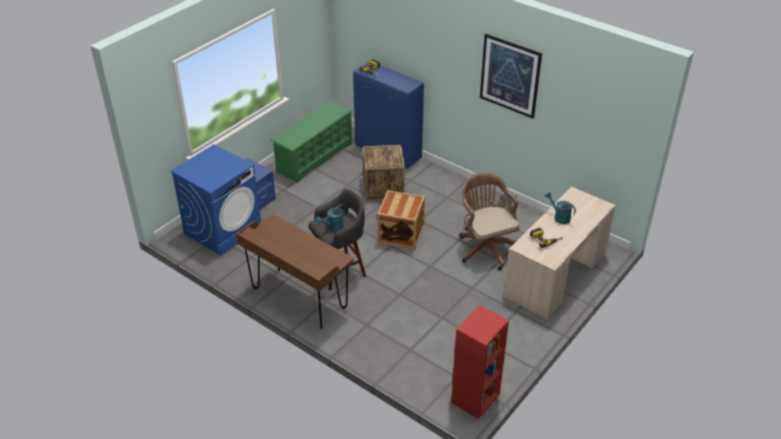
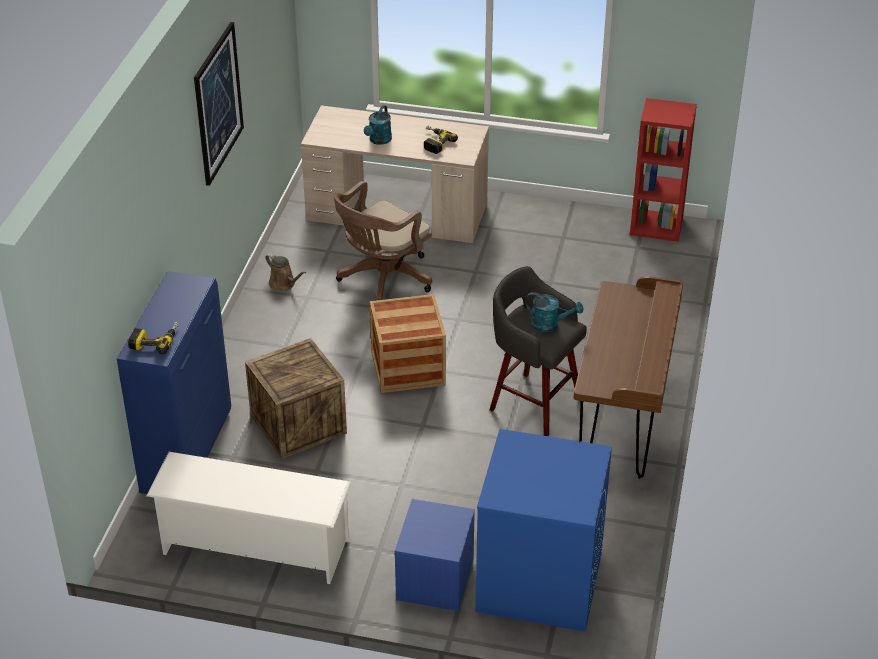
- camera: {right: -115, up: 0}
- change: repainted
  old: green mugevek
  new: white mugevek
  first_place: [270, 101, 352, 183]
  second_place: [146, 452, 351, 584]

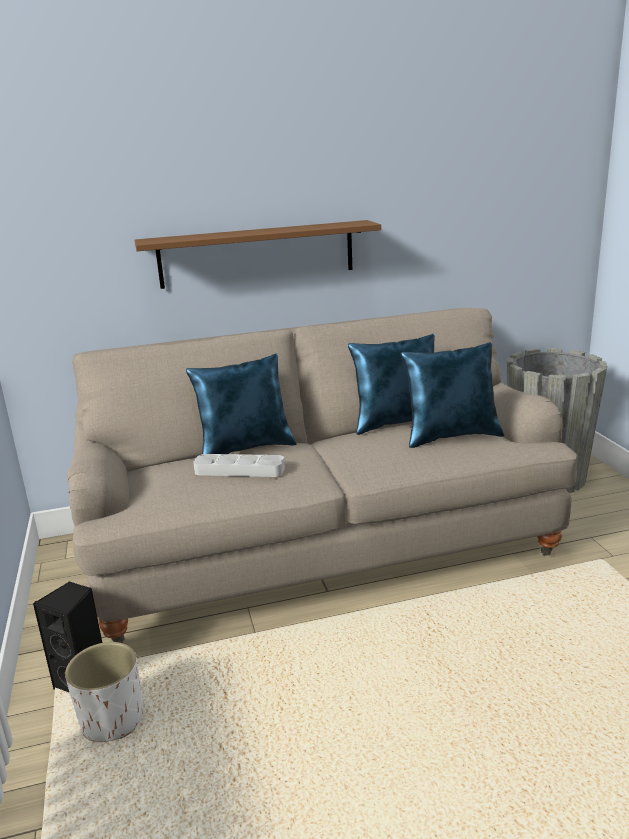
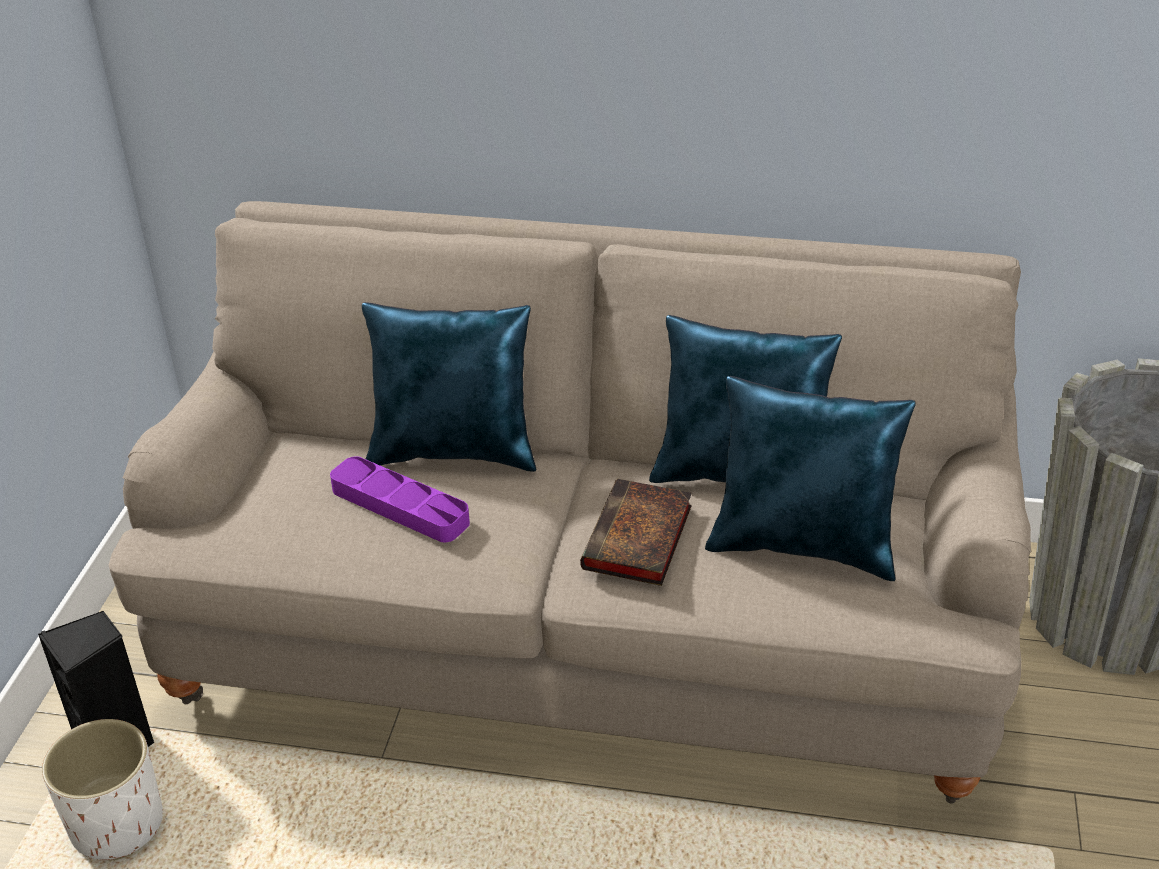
- camera: {right: 25, up: 15}
- change: gone
  old: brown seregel
  first_place: [134, 220, 381, 289]
- change: repainted
  old: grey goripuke
  new: purple goripuke
  first_place: [193, 454, 285, 477]
  second_place: [330, 456, 470, 542]
- change: new
  new: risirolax
  second_place: [580, 479, 692, 586]

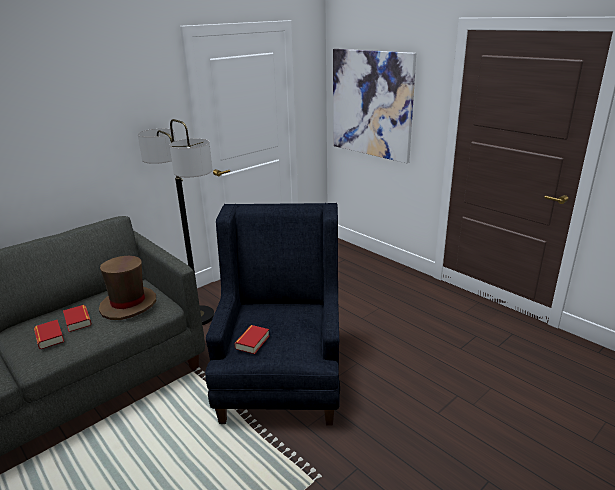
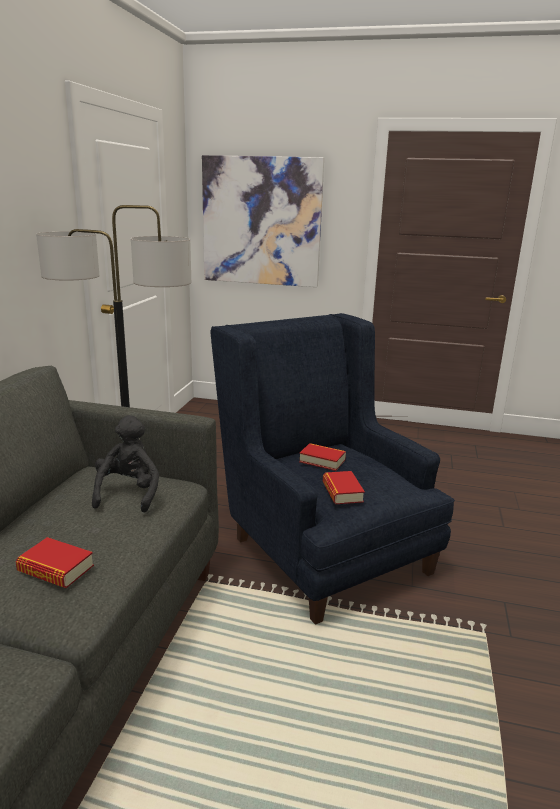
- camera: {right: -35, up: -5}
- change: shifted
  old: risirolax
  first_place: [63, 305, 91, 332]
  second_place: [299, 443, 346, 471]
- change: swapped
  old: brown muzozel
  new: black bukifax
  first_place: [99, 256, 156, 320]
  second_place: [92, 415, 159, 512]

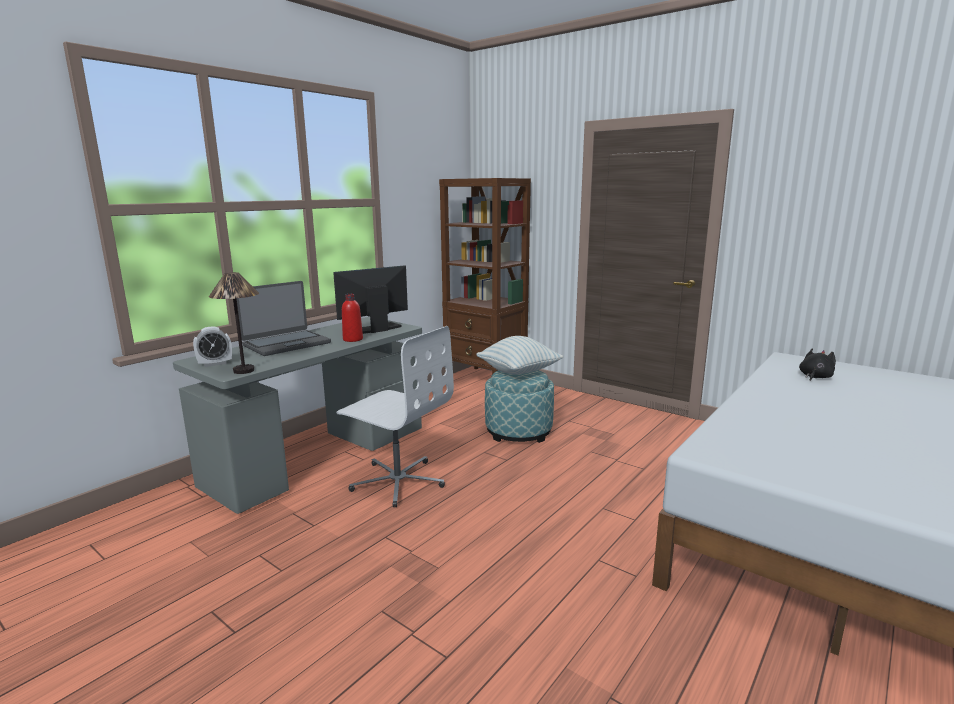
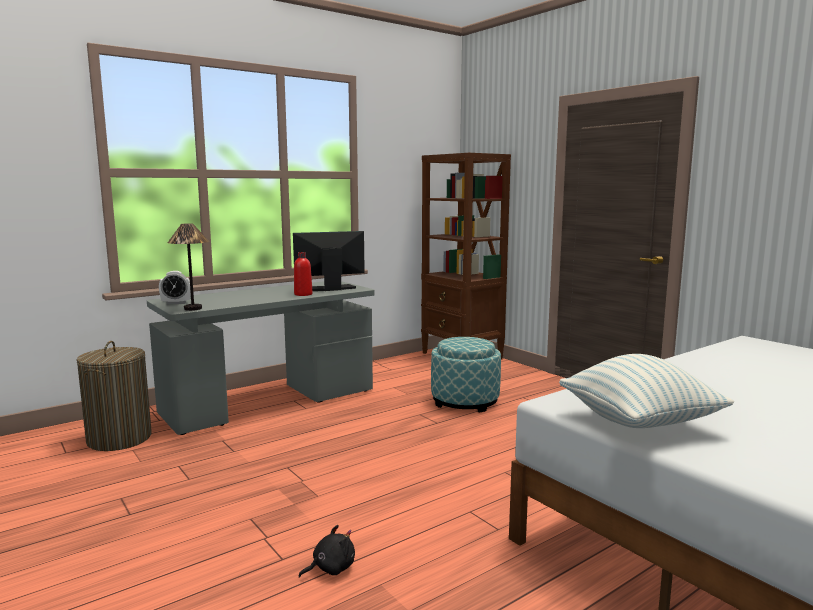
- camera: {right: 15, up: -5}
- change: gone
  old: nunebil
  first_place: [237, 281, 331, 356]
- change: gone
  old: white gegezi
  first_place: [336, 326, 454, 507]
- change: shifted
  old: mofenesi
  first_place: [476, 336, 563, 375]
  second_place: [559, 354, 734, 428]
- change: shifted
  old: black bukifax
  first_place: [799, 349, 836, 381]
  second_place: [299, 525, 355, 578]
- change: new
  new: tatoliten
  second_place: [76, 341, 152, 451]

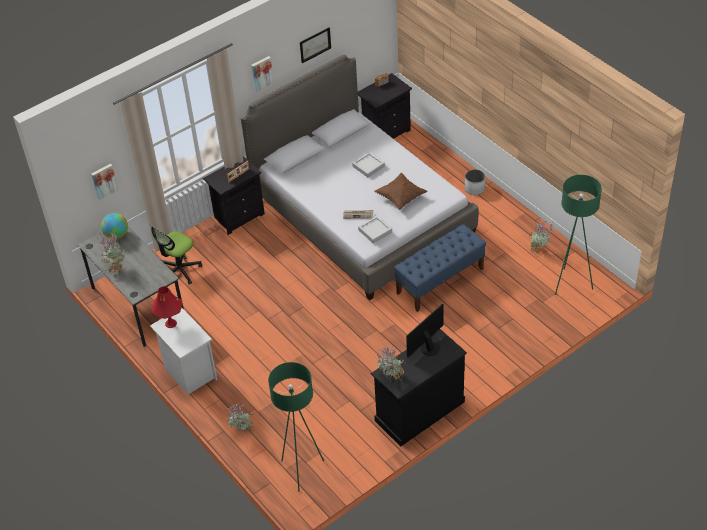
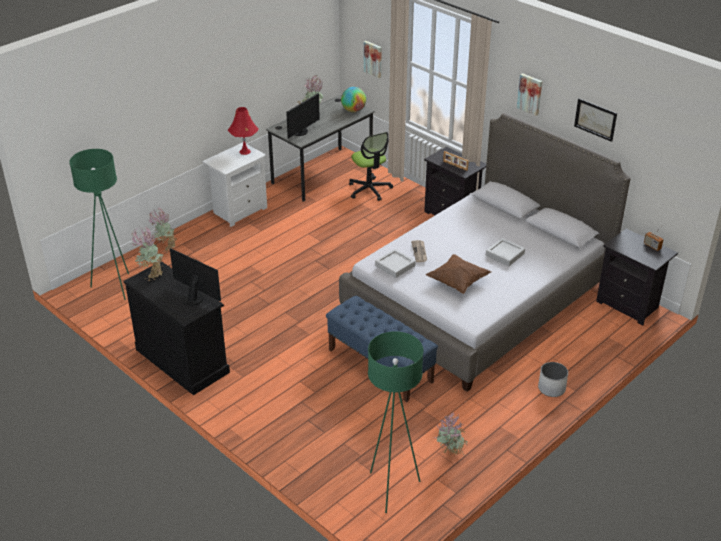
- camera: {right: 80, up: -10}
- change: rotated
  old: gegezi
  first_place: [150, 225, 202, 285]
  second_place: [349, 132, 393, 201]
  degrees: -150
- change: new
  new: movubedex
  second_place: [286, 93, 320, 139]

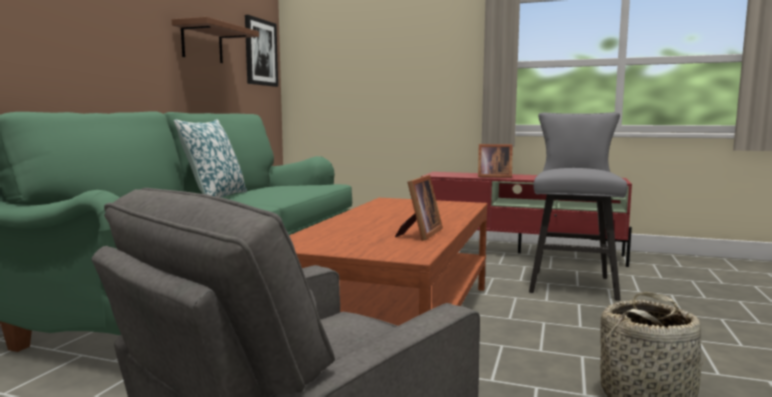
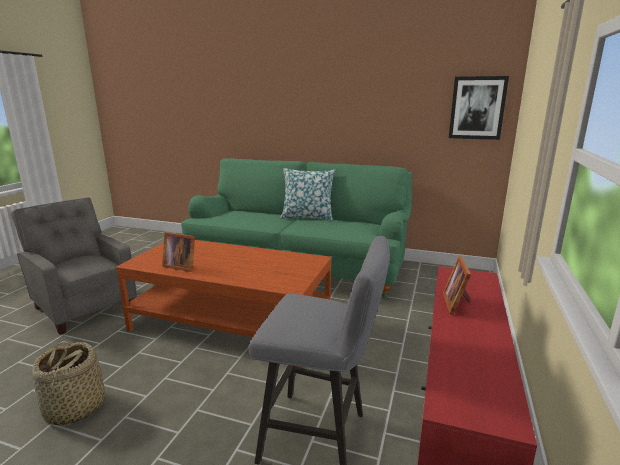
- camera: {right: 90, up: 10}
- change: gone
  old: brown seregel
  first_place: [172, 17, 259, 63]

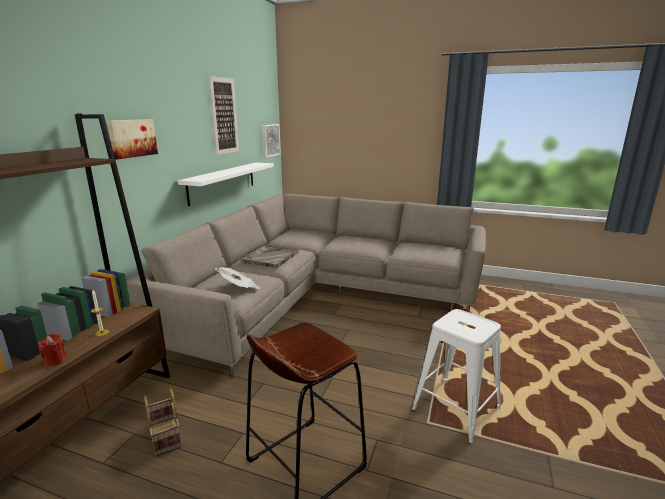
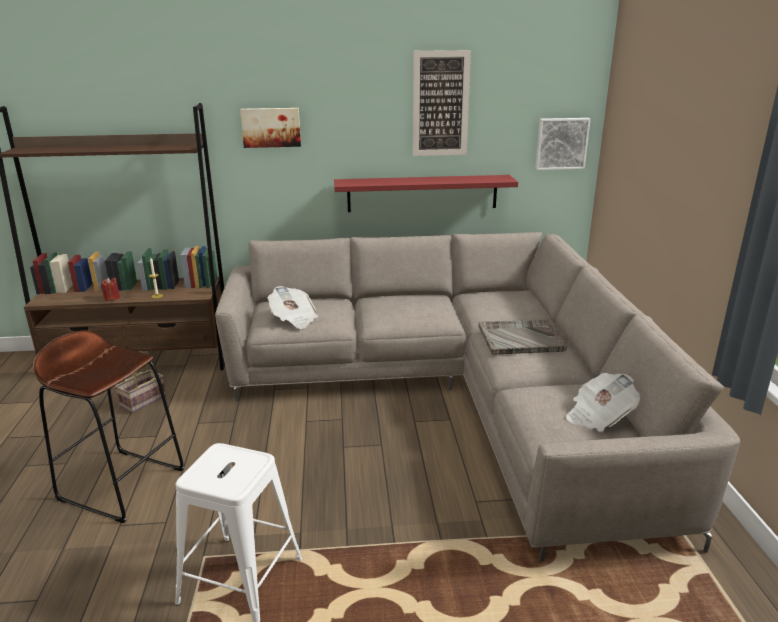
- camera: {right: 65, up: 5}
- change: repainted
  old: white seregel
  new: red seregel
  first_place: [178, 163, 274, 206]
  second_place: [334, 175, 518, 212]
- change: shifted
  old: grey goripuke
  first_place: [241, 245, 299, 268]
  second_place: [478, 320, 567, 355]
- change: new
  new: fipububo
  second_place: [566, 373, 640, 432]

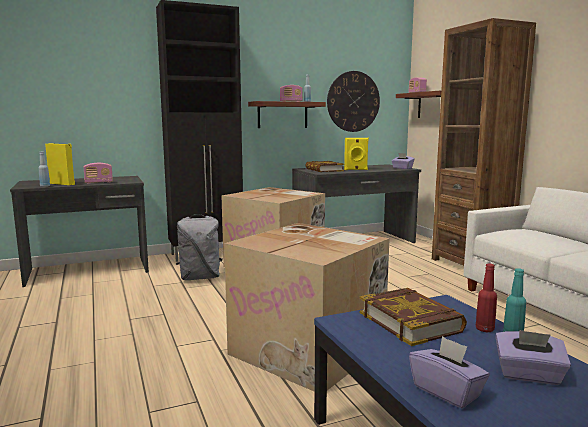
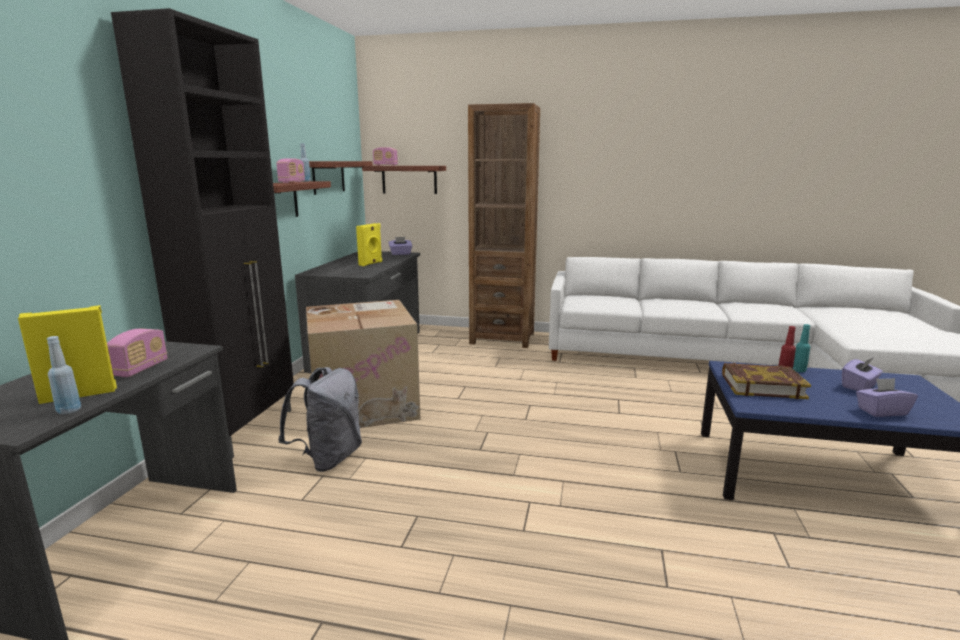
- camera: {right: -55, up: 5}
- change: gone
  old: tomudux
  first_place: [224, 223, 390, 391]
- change: gone
  old: risirolax
  first_place: [305, 161, 344, 172]
- change: swapped
  old: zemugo
  new: seregel
  first_place: [327, 71, 380, 132]
  second_place: [309, 161, 373, 195]

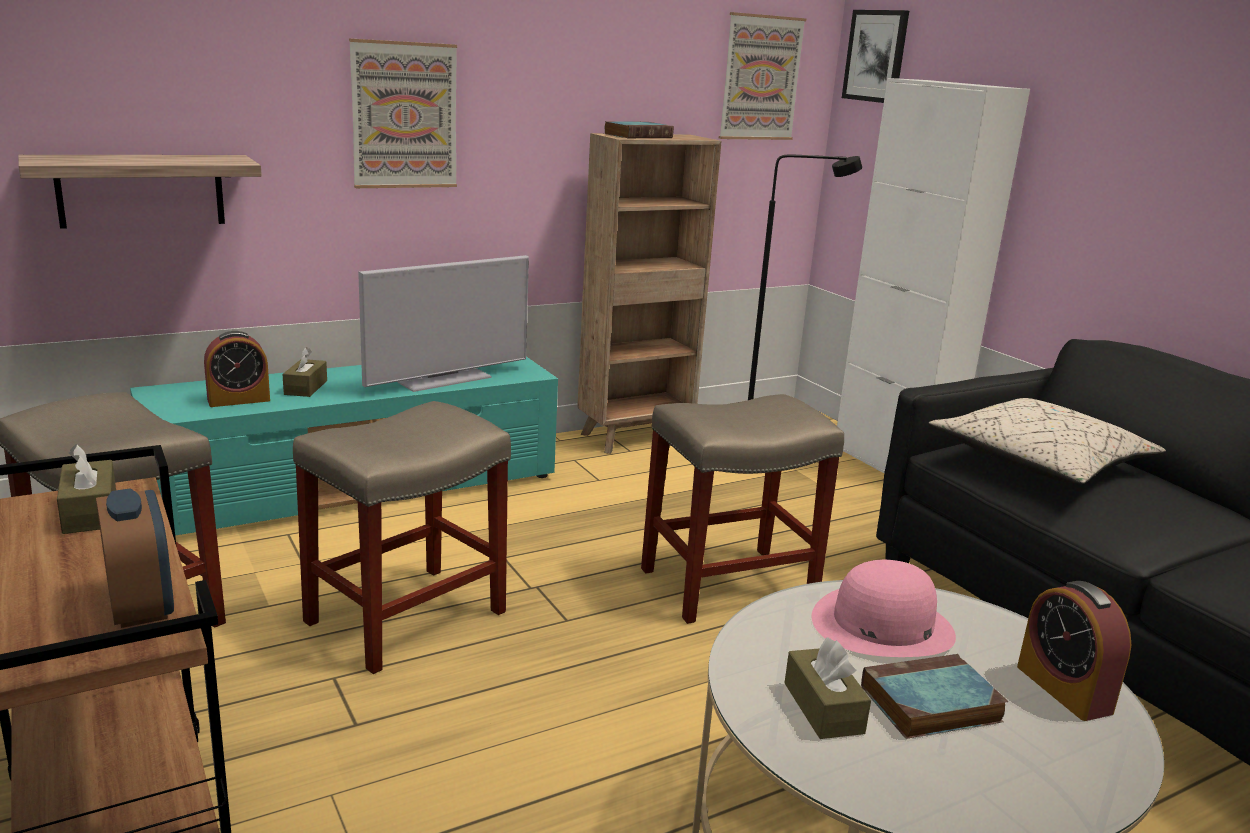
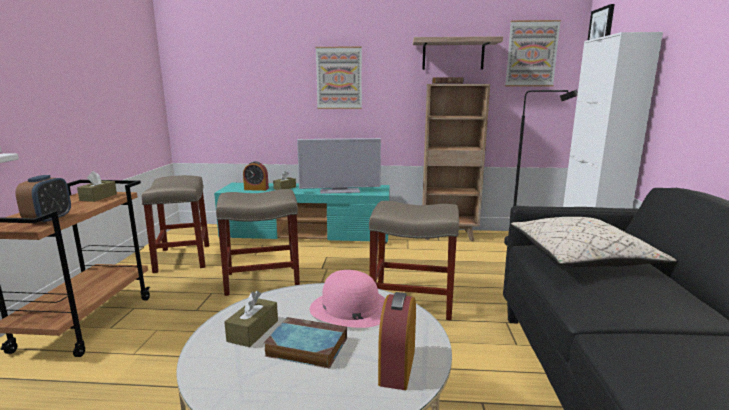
- camera: {right: 35, up: -5}
- change: shifted
  old: seregel
  first_place: [18, 155, 262, 229]
  second_place: [413, 36, 503, 70]

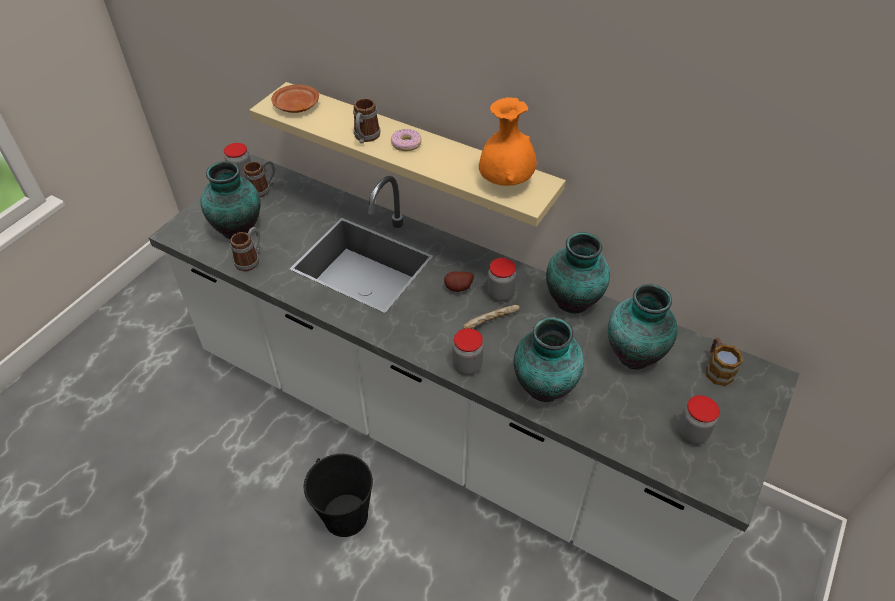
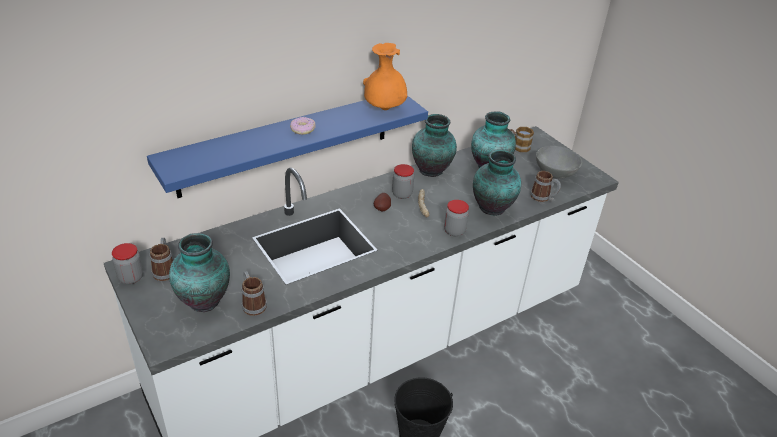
- camera: {right: -65, up: -10}
- change: repainted
  old: beige seregel
  new: blue seregel
  first_place: [250, 82, 566, 227]
  second_place: [147, 95, 428, 198]
- change: gone
  old: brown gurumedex
  first_place: [271, 84, 319, 113]
- change: shifted
  old: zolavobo
  first_place: [353, 98, 380, 144]
  second_place: [530, 171, 561, 202]
- change: swapped
  old: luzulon
  new: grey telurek
  first_place: [677, 395, 720, 445]
  second_place: [536, 146, 582, 179]

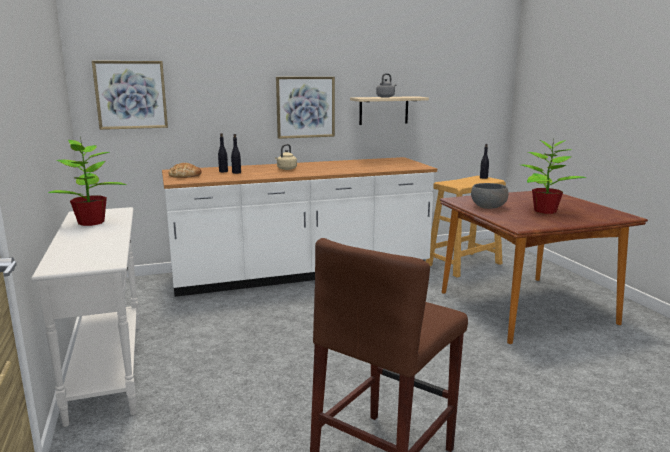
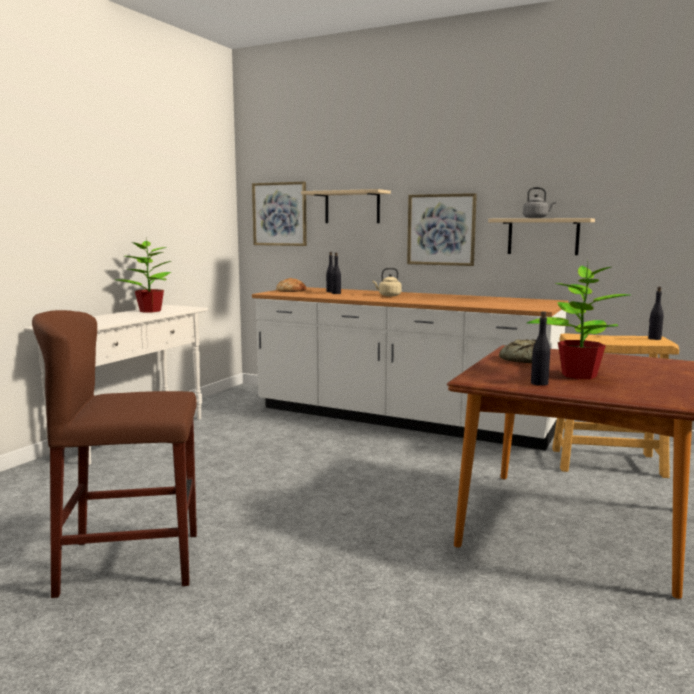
- camera: {right: 45, up: -5}
- change: swapped
  old: grey telurek
  new: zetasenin
  first_place: [471, 183, 509, 209]
  second_place: [499, 339, 536, 363]
- change: new
  new: beige seregel
  second_place: [301, 189, 391, 223]
- change: new
  new: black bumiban
  second_place: [531, 311, 550, 386]

